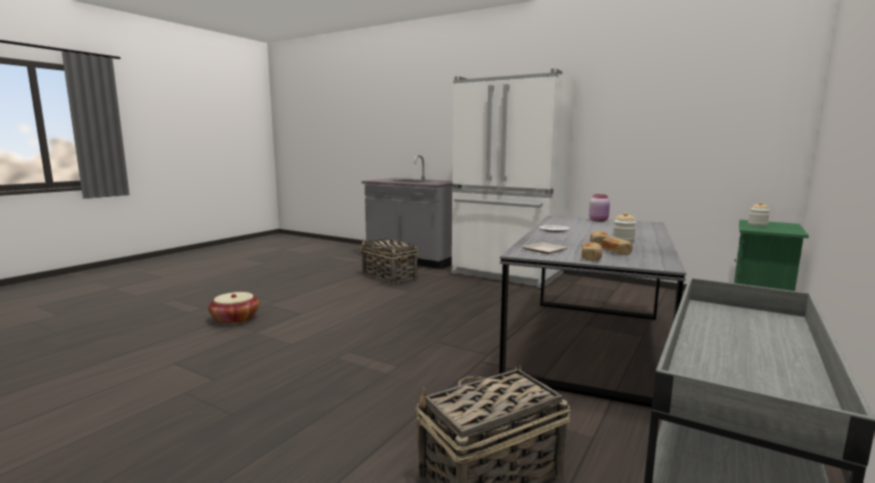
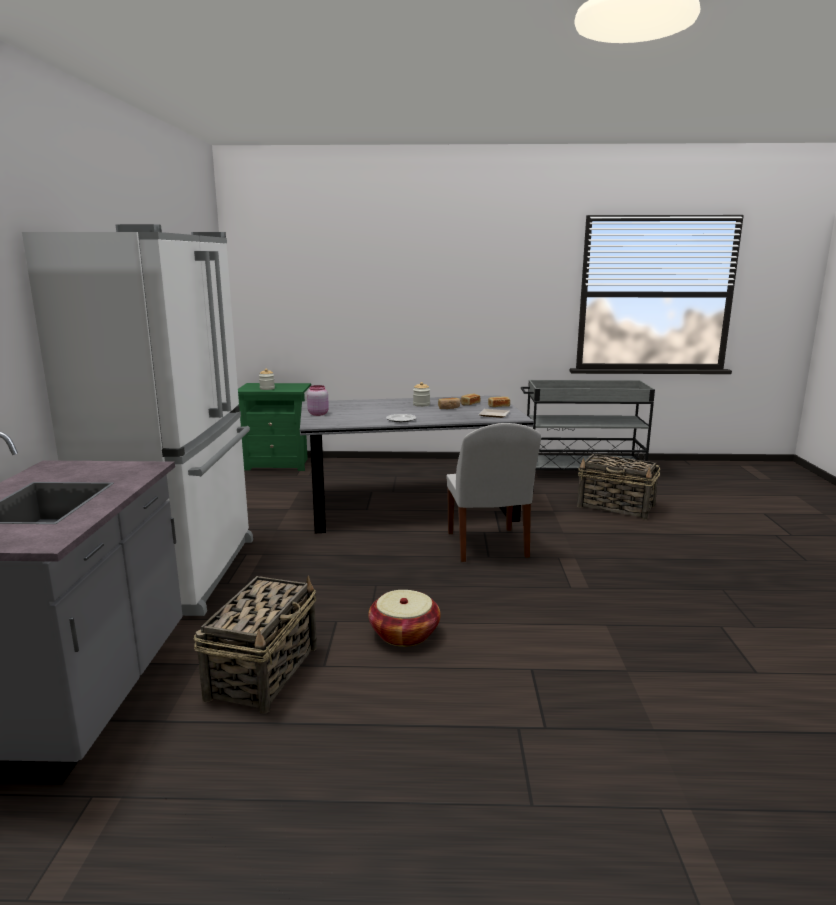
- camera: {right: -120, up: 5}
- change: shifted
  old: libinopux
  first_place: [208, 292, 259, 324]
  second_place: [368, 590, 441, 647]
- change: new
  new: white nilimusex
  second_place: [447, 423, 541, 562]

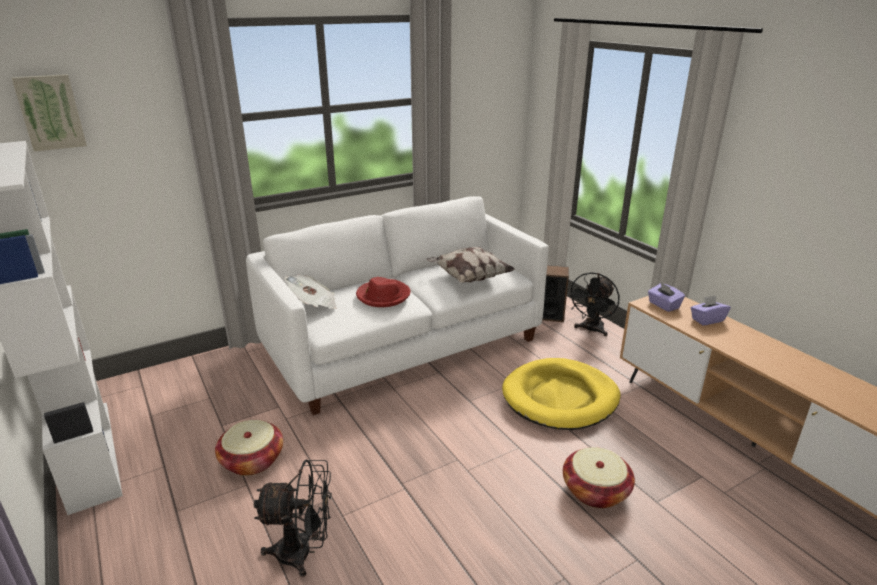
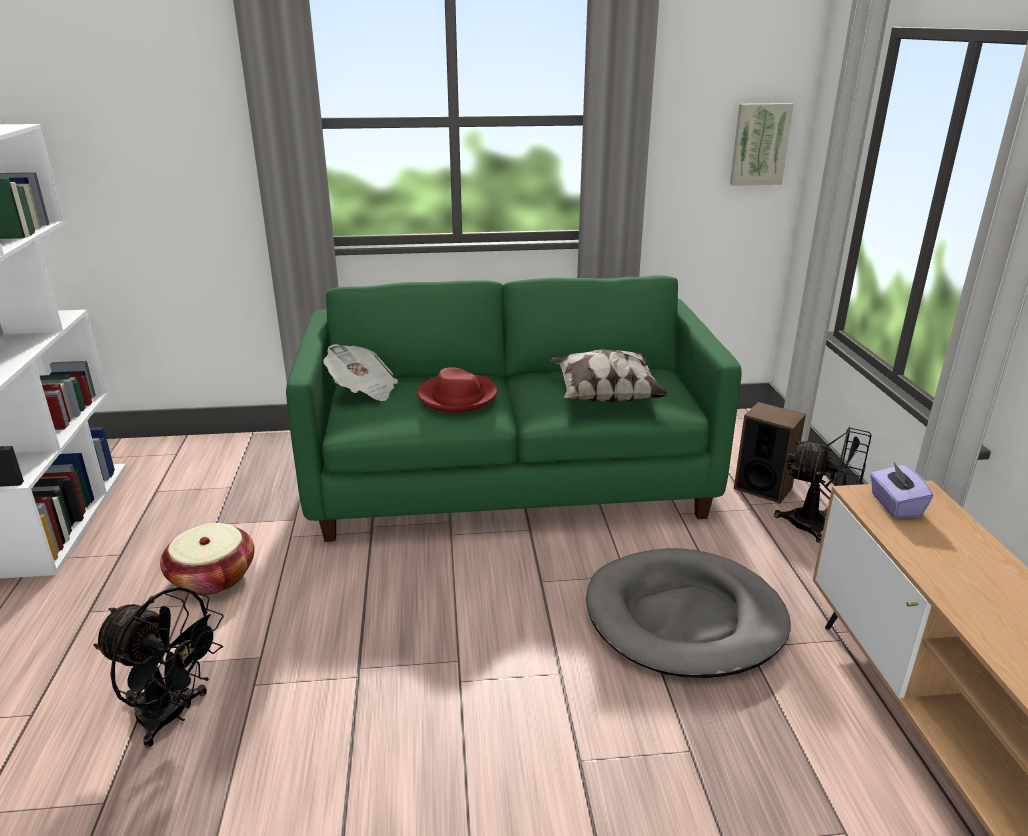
- camera: {right: 25, up: 0}
- change: shifted
  old: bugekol
  first_place: [12, 74, 87, 152]
  second_place: [730, 103, 794, 186]
- change: repainted
  old: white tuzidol
  new: green tuzidol
  first_place: [246, 196, 549, 415]
  second_place: [286, 275, 742, 542]
- change: repainted
  old: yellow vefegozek
  new: grey vefegozek
  first_place: [502, 358, 621, 430]
  second_place: [586, 548, 791, 678]
- change: gone
  old: libinopux
  first_place: [563, 447, 635, 508]
- change: rotated
  old: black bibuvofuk
  first_place: [567, 272, 620, 336]
  second_place: [774, 427, 871, 543]
  degrees: -120
- change: gone
  old: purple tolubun
  first_place: [691, 296, 731, 325]

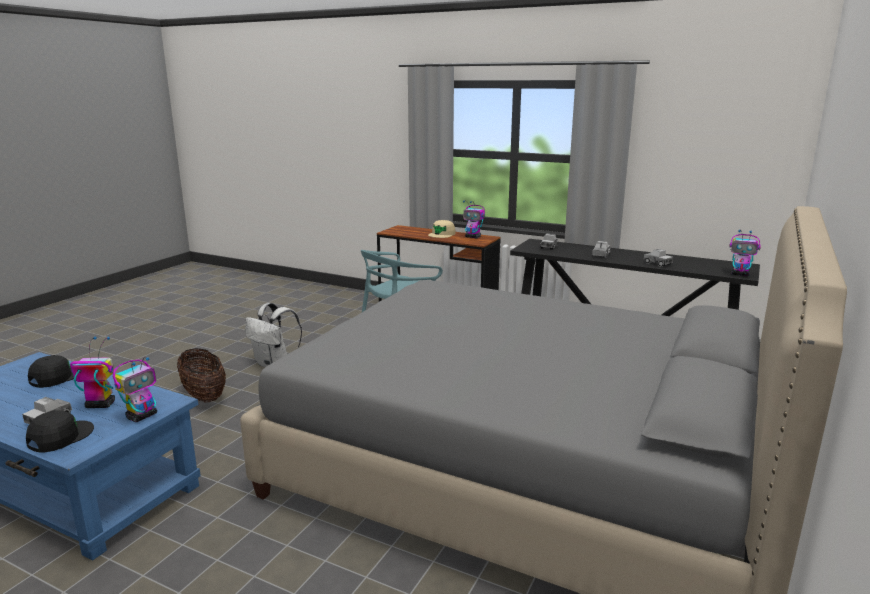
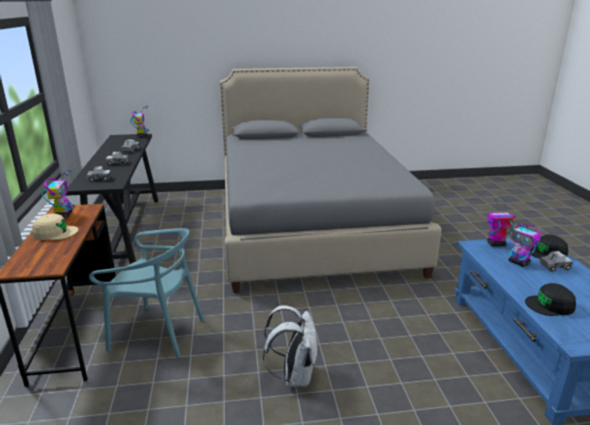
- camera: {right: -125, up: 5}
- change: gone
  old: libinopux
  first_place: [177, 348, 226, 402]

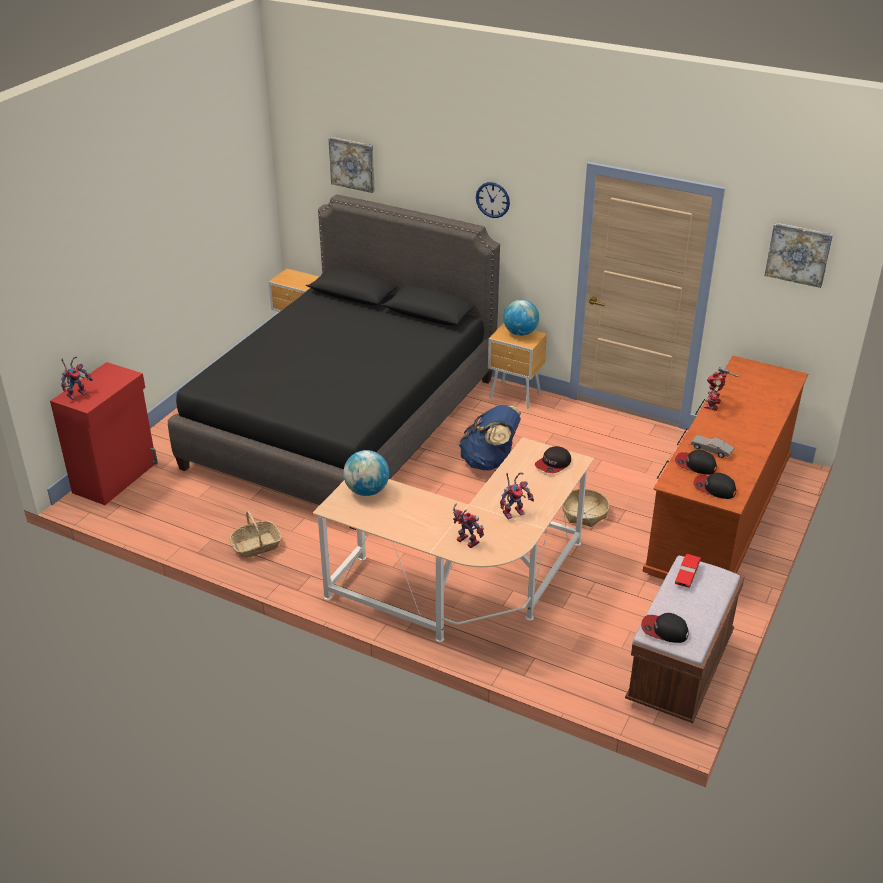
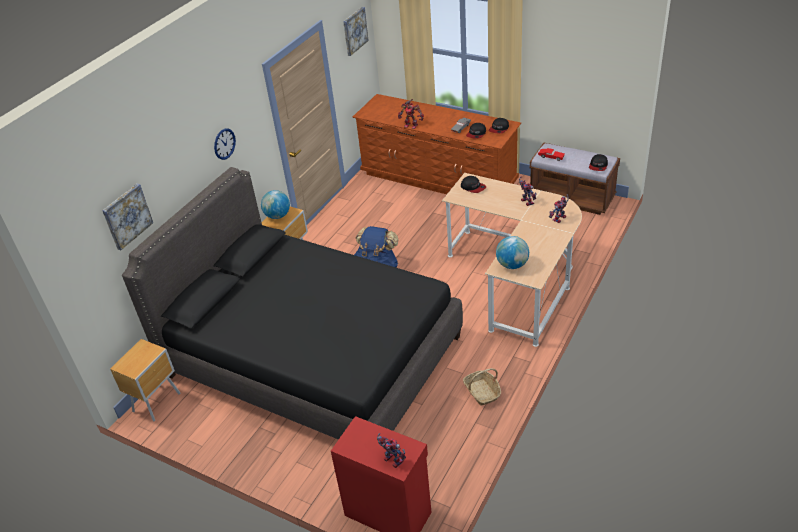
- camera: {right: -85, up: 5}
- change: gone
  old: libinopux
  first_place: [562, 489, 609, 527]

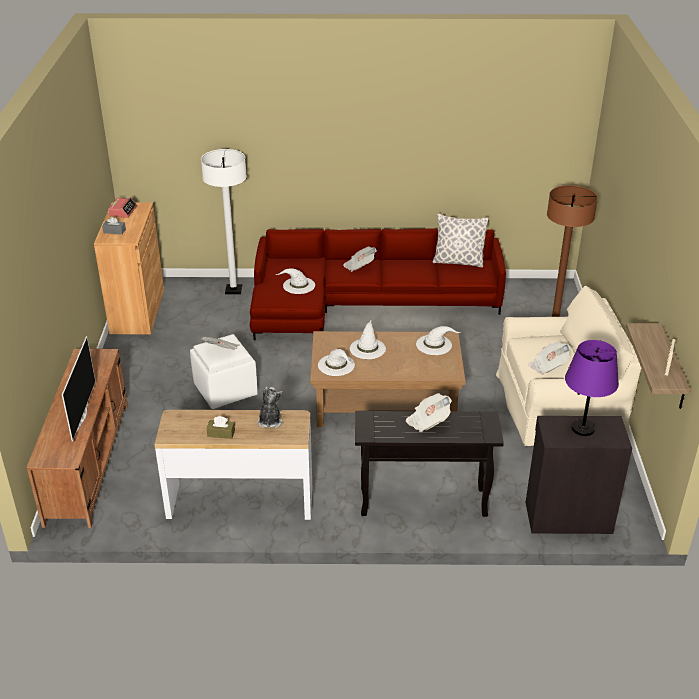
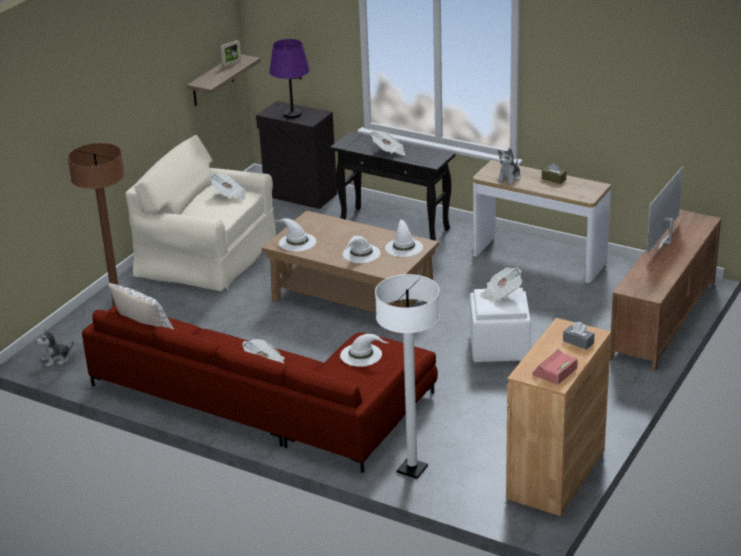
- camera: {right: -150, up: -5}
- change: new
  new: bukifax
  second_place: [36, 328, 74, 367]

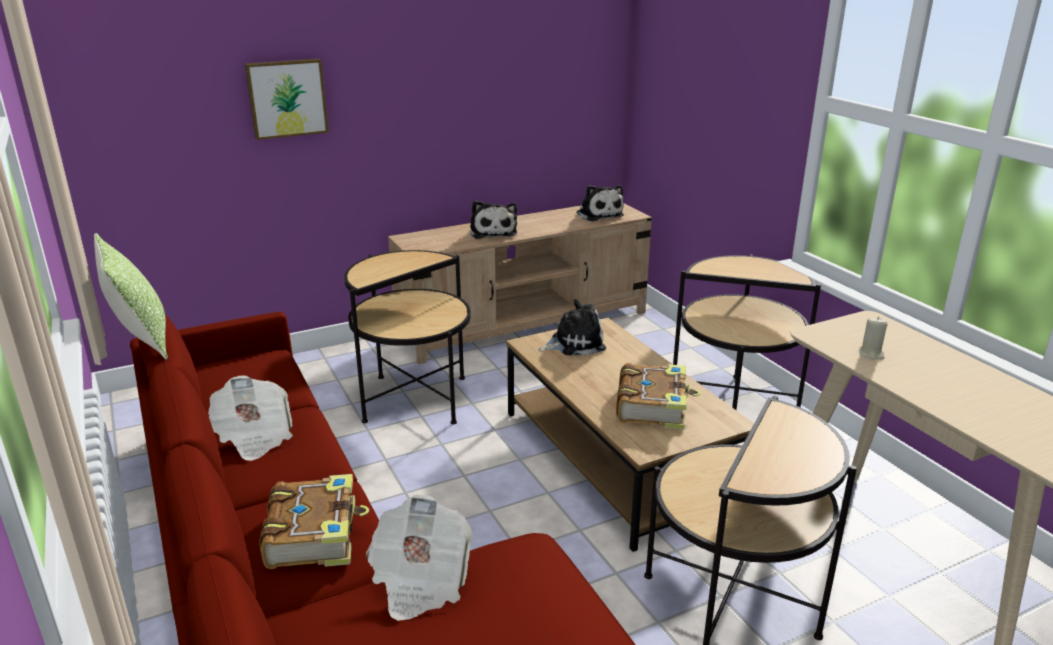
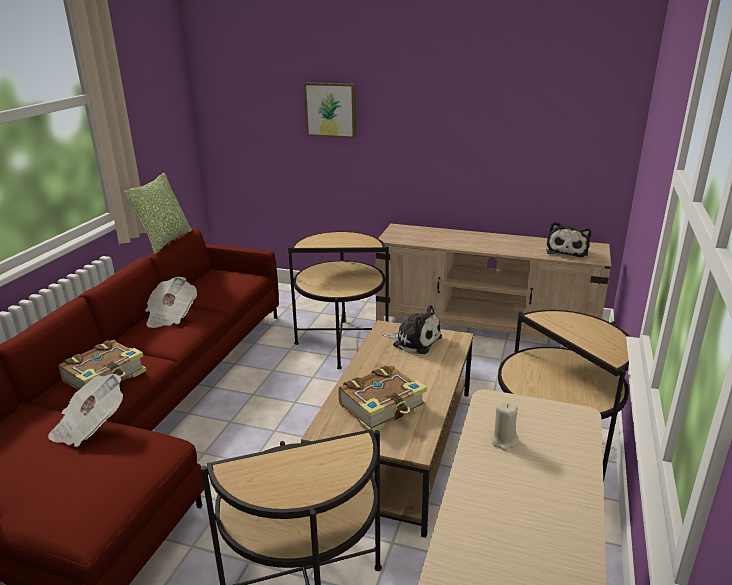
- camera: {right: 45, up: 0}
- change: gone
  old: bukifax
  first_place: [470, 200, 517, 239]

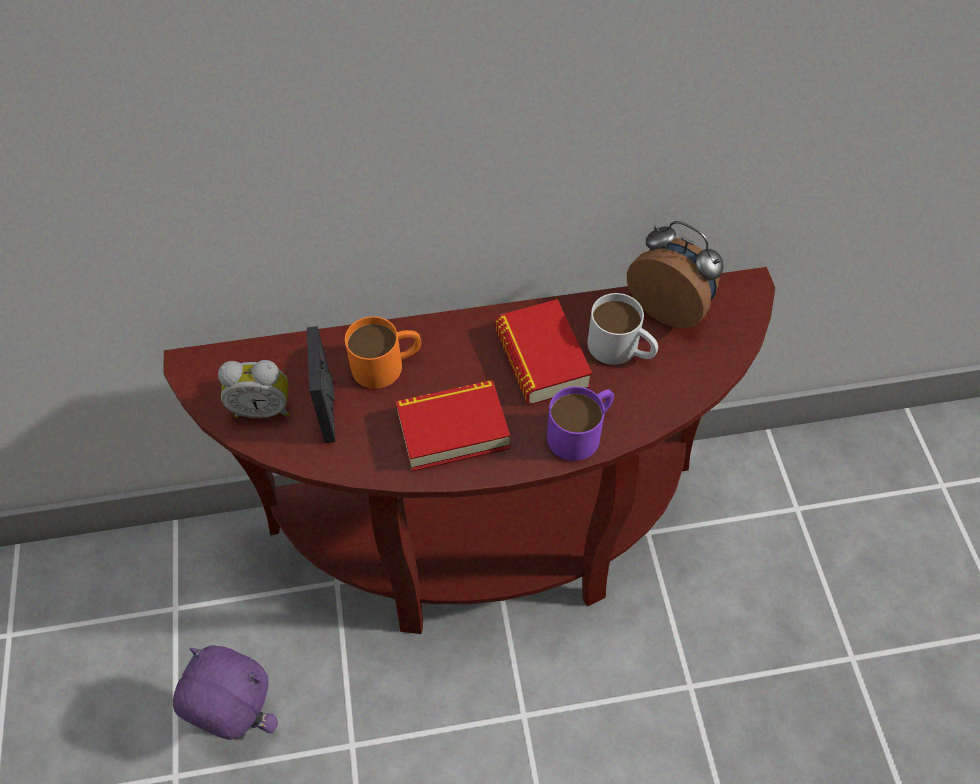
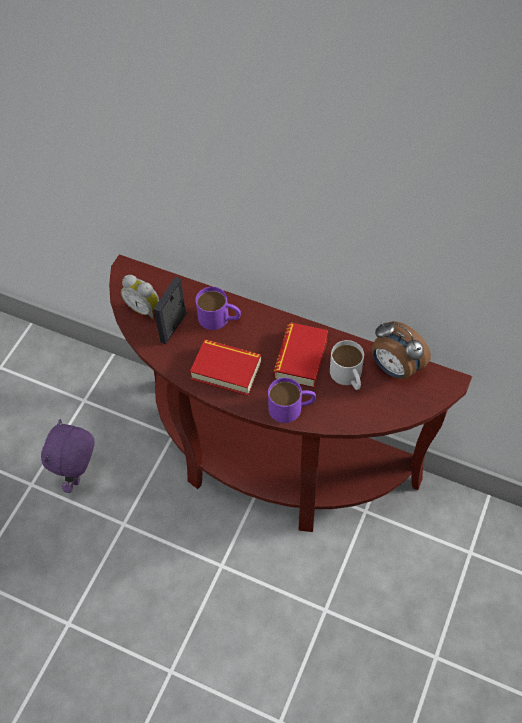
- camera: {right: 35, up: 0}
- change: rotated
  old: purple bukifax
  first_place: [173, 645, 278, 740]
  second_place: [41, 419, 95, 493]
  degrees: -135
- change: repainted
  old: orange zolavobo
  new: purple zolavobo
  first_place: [345, 316, 421, 389]
  second_place: [196, 287, 241, 330]
- change: rotated
  old: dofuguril
  first_place: [627, 221, 724, 328]
  second_place: [371, 321, 431, 379]
  degrees: 150

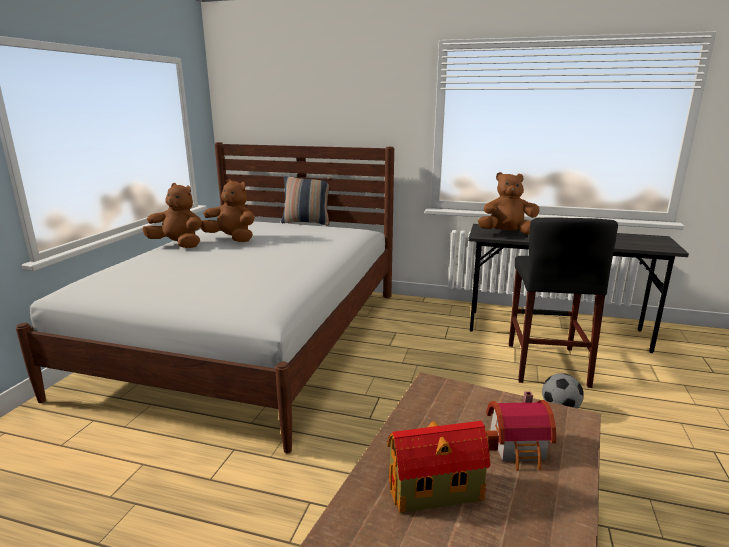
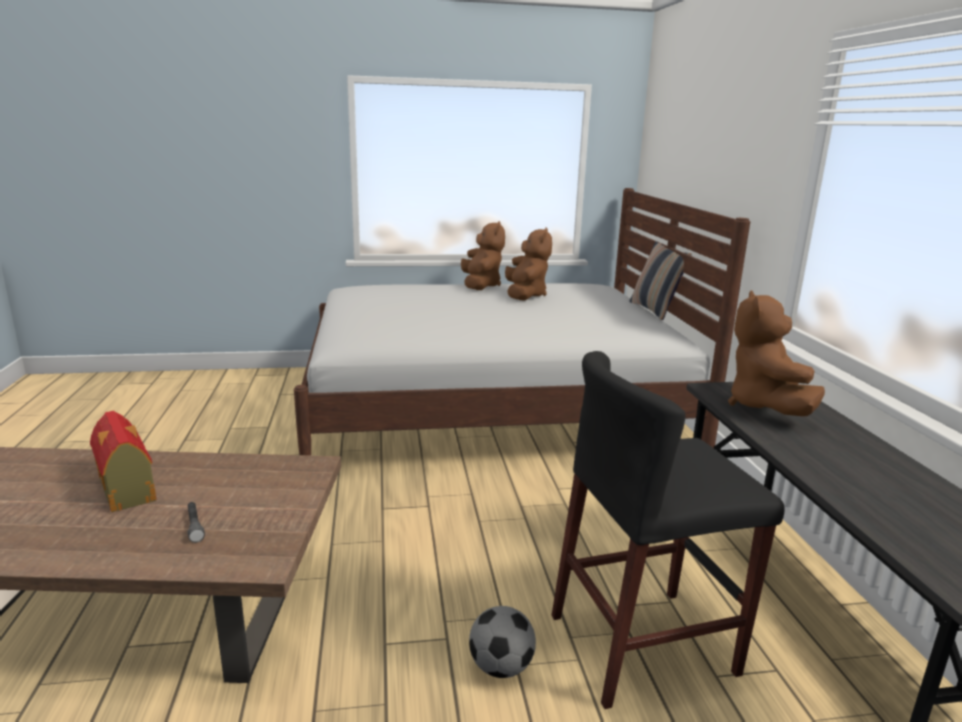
- camera: {right: 65, up: 0}
- change: rotated
  old: brown bukifax
  first_place: [478, 172, 539, 235]
  second_place: [728, 290, 825, 416]
  degrees: -150
- change: swapped
  old: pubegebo
  new: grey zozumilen
  first_place: [486, 391, 556, 471]
  second_place: [187, 502, 205, 543]

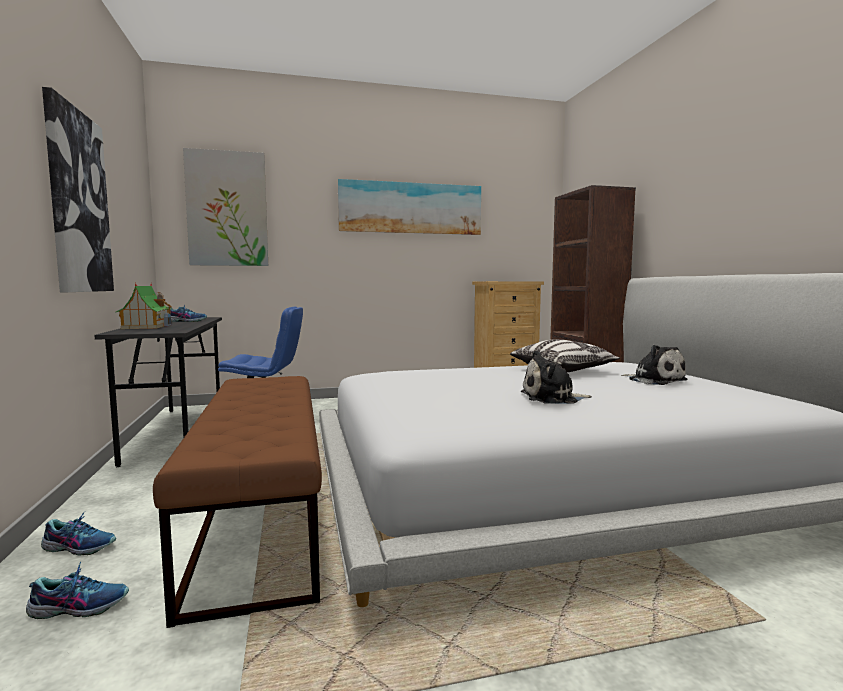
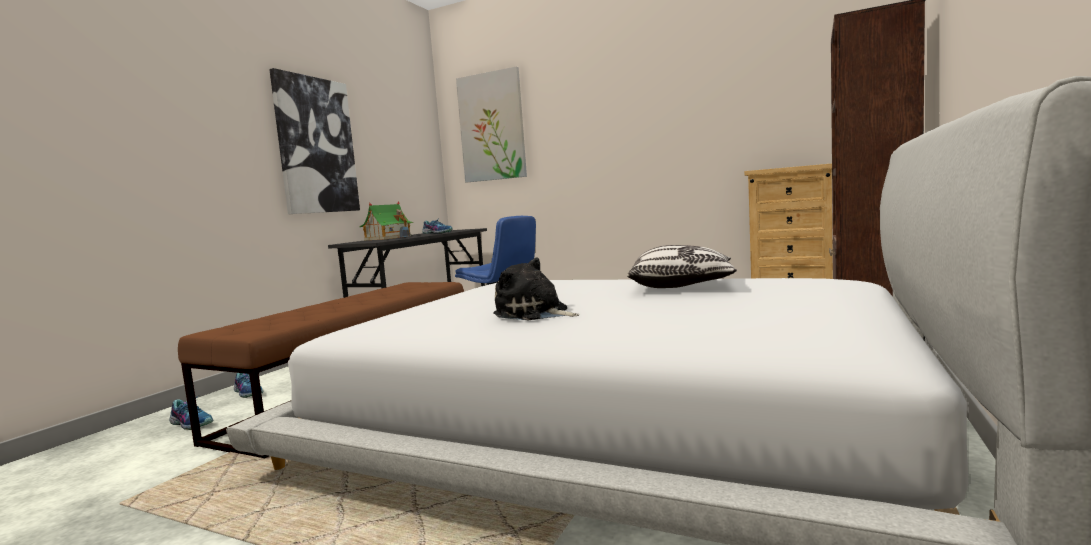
- camera: {right: 40, up: 0}
- change: gone
  old: bugekol
  first_place: [338, 179, 481, 235]
- change: gone
  old: bukifax
  first_place: [621, 345, 688, 385]

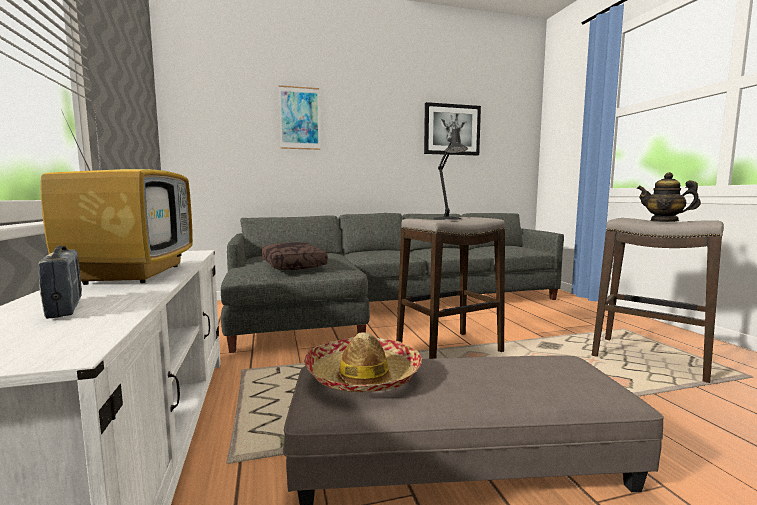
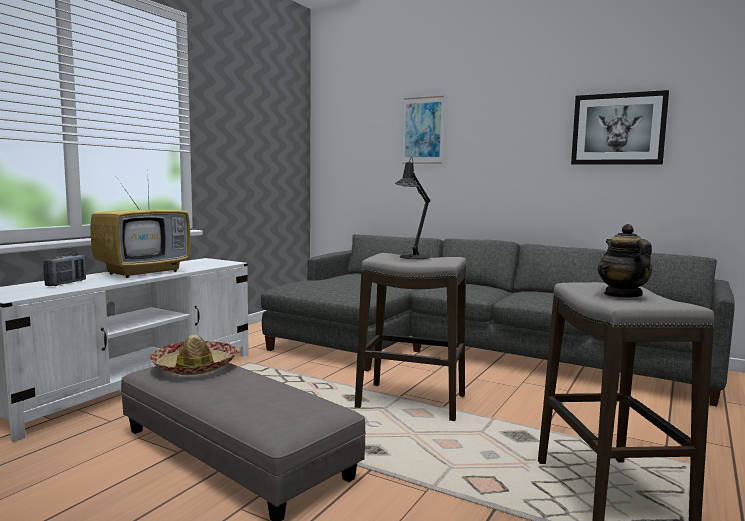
- camera: {right: 45, up: 0}
- change: gone
  old: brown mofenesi
  first_place: [261, 242, 328, 270]

